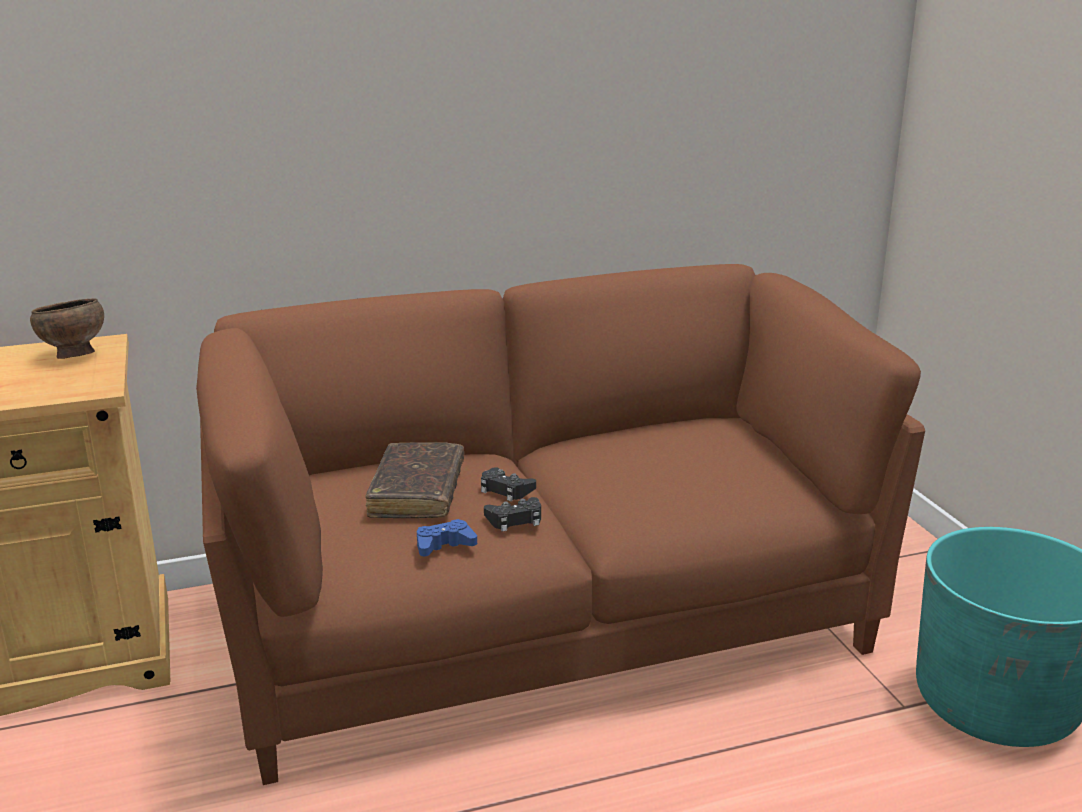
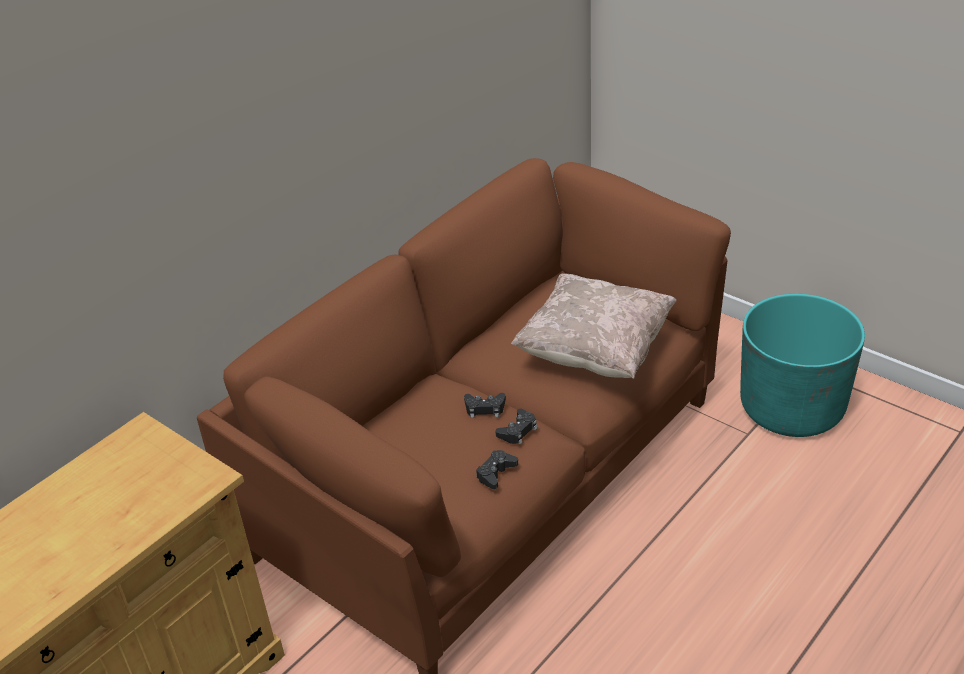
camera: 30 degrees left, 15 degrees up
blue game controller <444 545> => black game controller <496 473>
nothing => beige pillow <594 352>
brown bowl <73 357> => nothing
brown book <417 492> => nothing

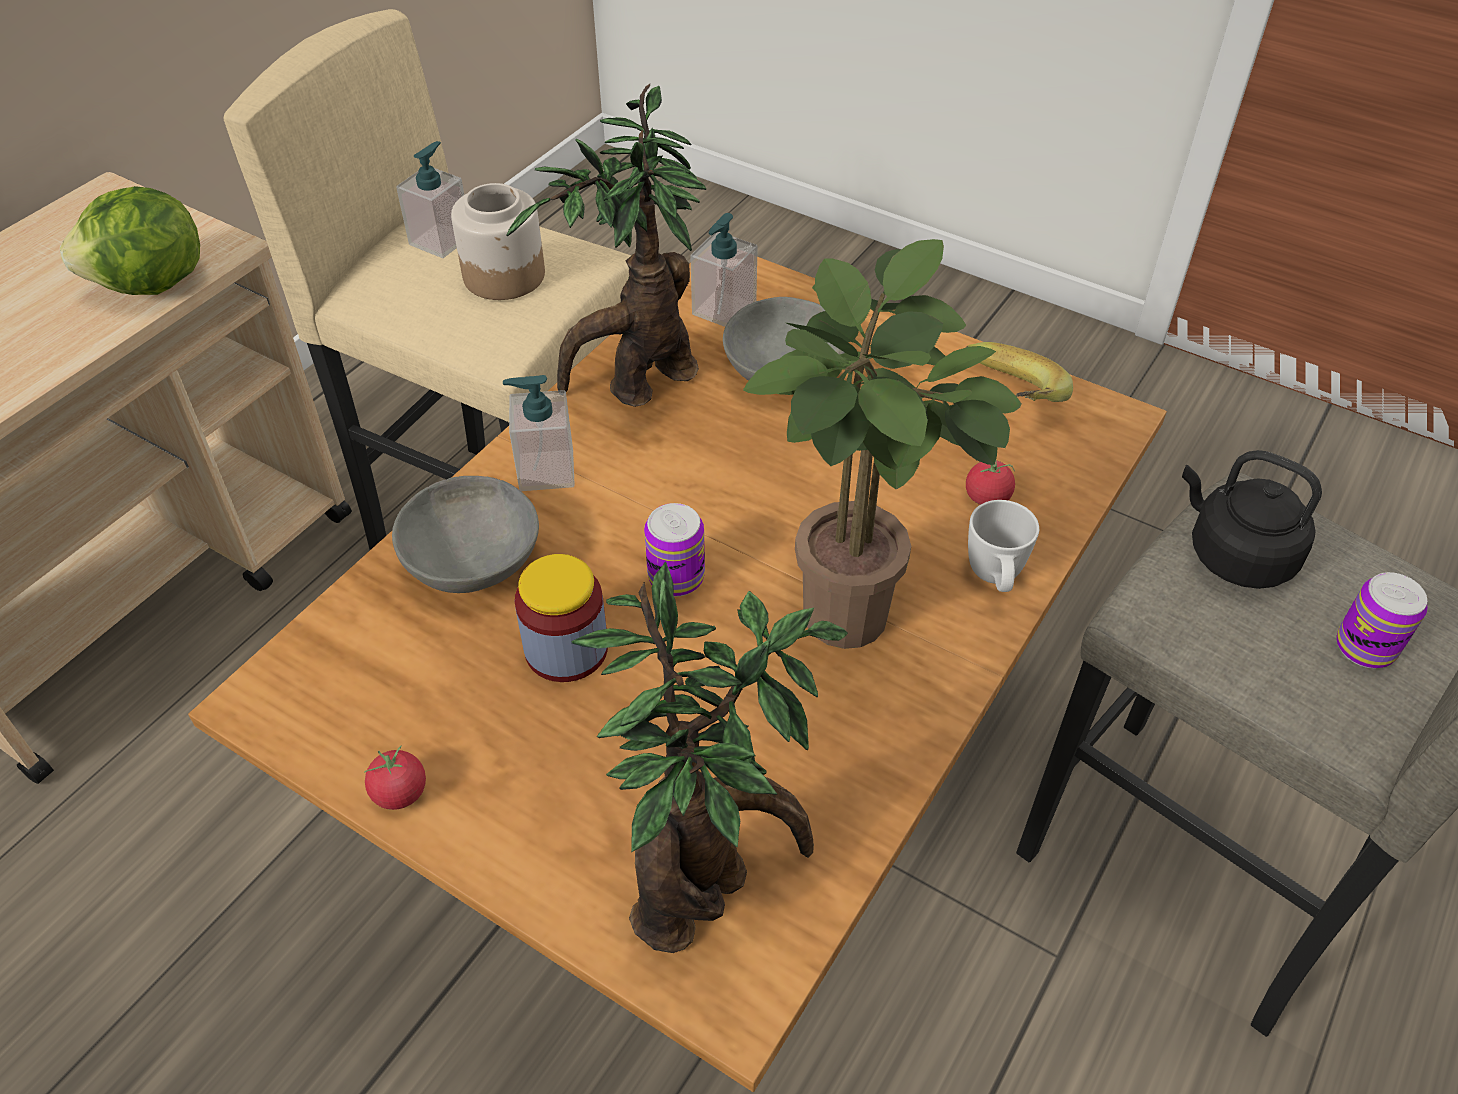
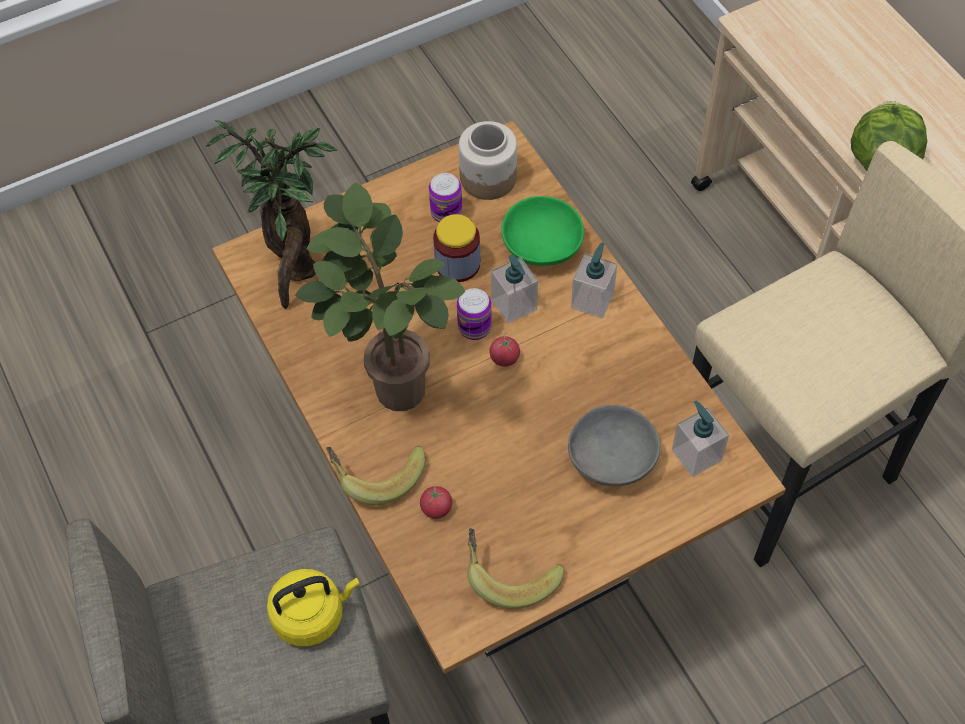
camera: 120 degrees right, 10 degrees up
black kettle <1234 555> => yellow kettle <312 615>
white mug <995 580> => banana <376 473>
can <1365 647> => can <446 212>, move
jar <505 275> => jar <488 178>, move
tomato <400 792> => tomato <504 358>, move
soap dispenser <440 240> => soap dispenser <514 305>, move
grey bowl <474 561> => green bowl <541 247>
potted plant <639 384> => nothing

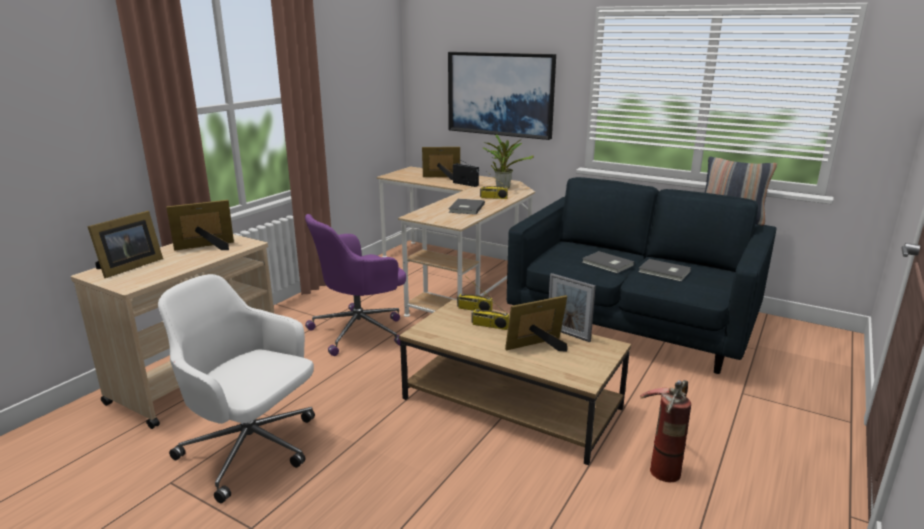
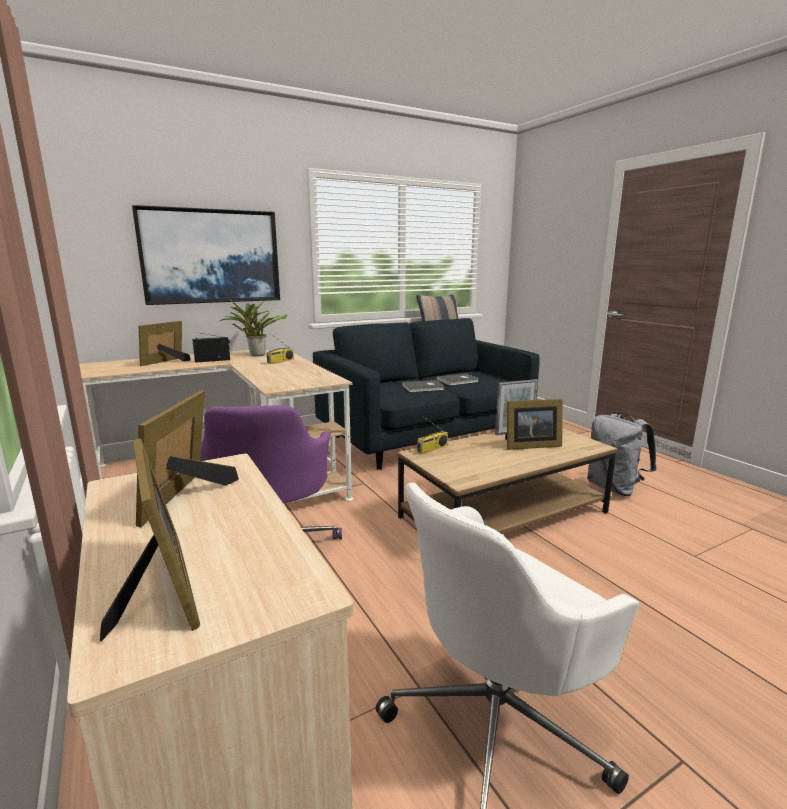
camera: 60 degrees left, 5 degrees down
picture frame <538 347> => picture frame <529 445>, 105 degrees counterclockwise
fire extinguisher <663 464> => grey backpack <614 488>
grey book <465 208> => nothing
radio <489 326> => nothing

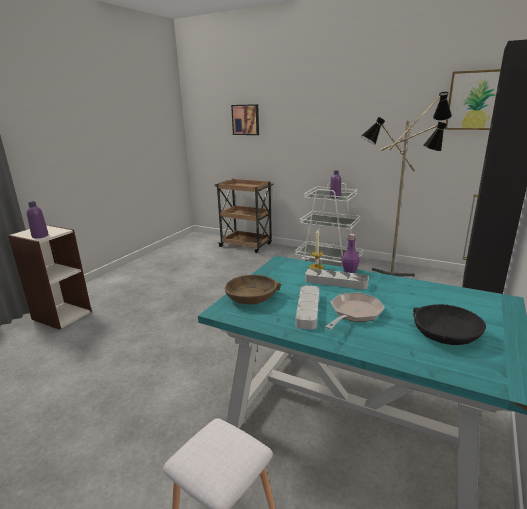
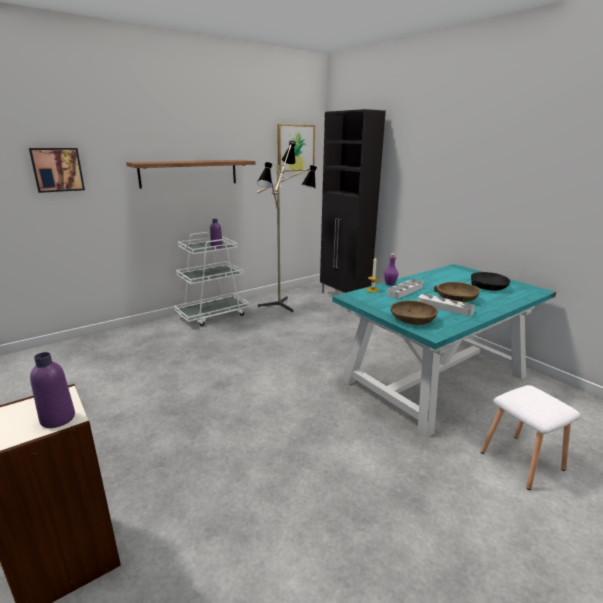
camera: 65 degrees left, 0 degrees up
nothing => shelf <189 173>
frying pan <354 313> => brown bowl <456 298>
brown cart <246 245> => nothing

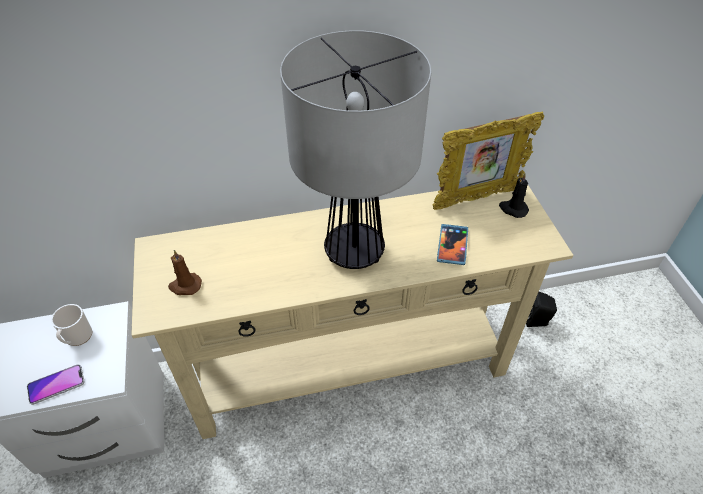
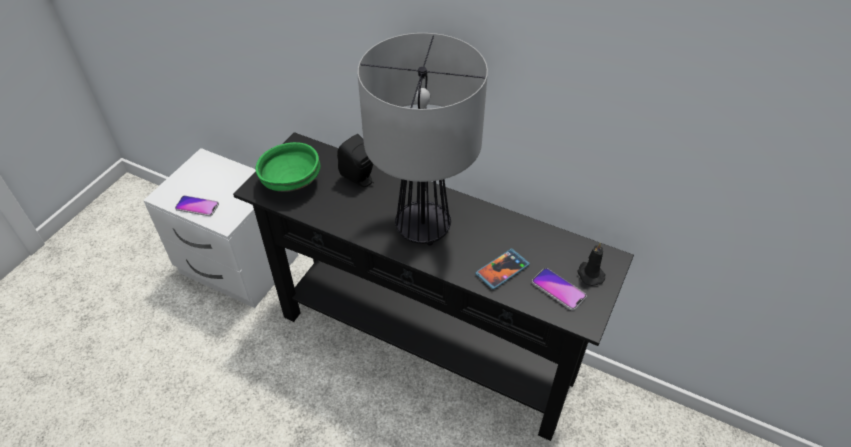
camera: 40 degrees right, 0 degrees up
beige console table <351 371> => black console table <426 345>
brown candle <185 286> => green bowl <291 182>
black speaker <537 321> => black speaker <360 179>, move
nothing => phone <558 289>
mug <77 338> => nothing
picture frame <476 198> => nothing

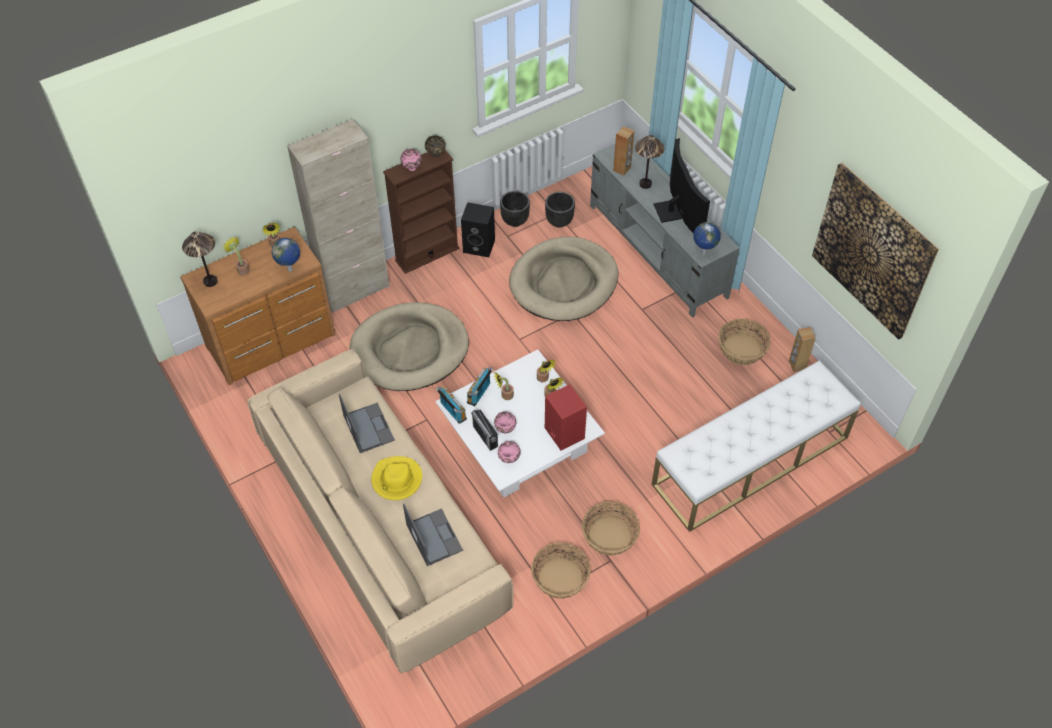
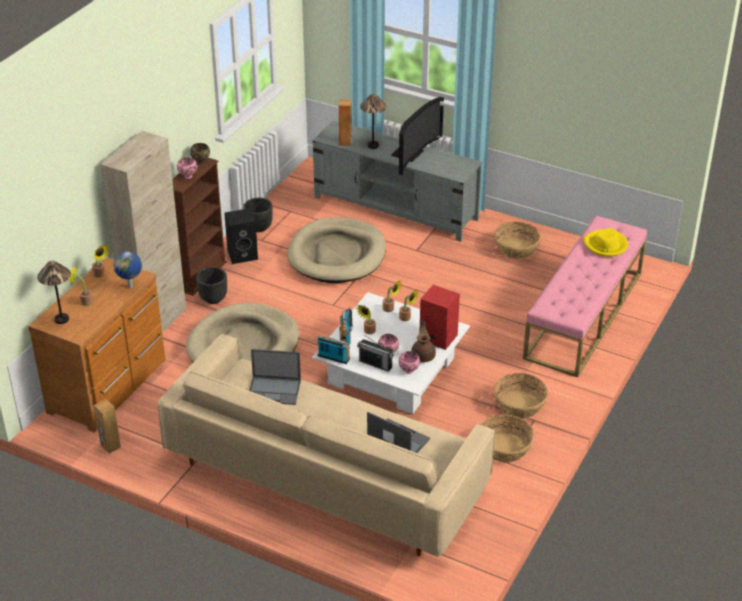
camera: 30 degrees left, 15 degrees down
brown speaker <796 365> => brown speaker <110 446>, move
black planter <559 221> => black planter <213 298>, move
laptop <368 427> => laptop <275 390>, 150 degrees clockwise
television <675 210> => television <411 154>, 75 degrees clockwise
nothing => brown teapot <423 355>
white bench <750 461> => pink bench <584 315>
yellow hat <396 480> => yellow hat <605 245>, move
globe <703 253> => nothing
picture <872 251> => nothing

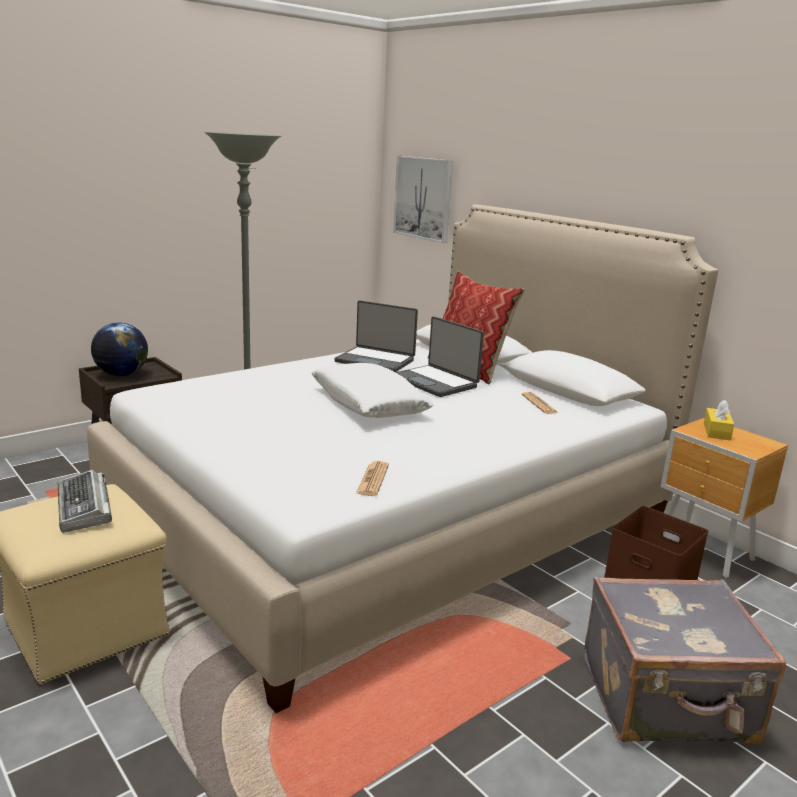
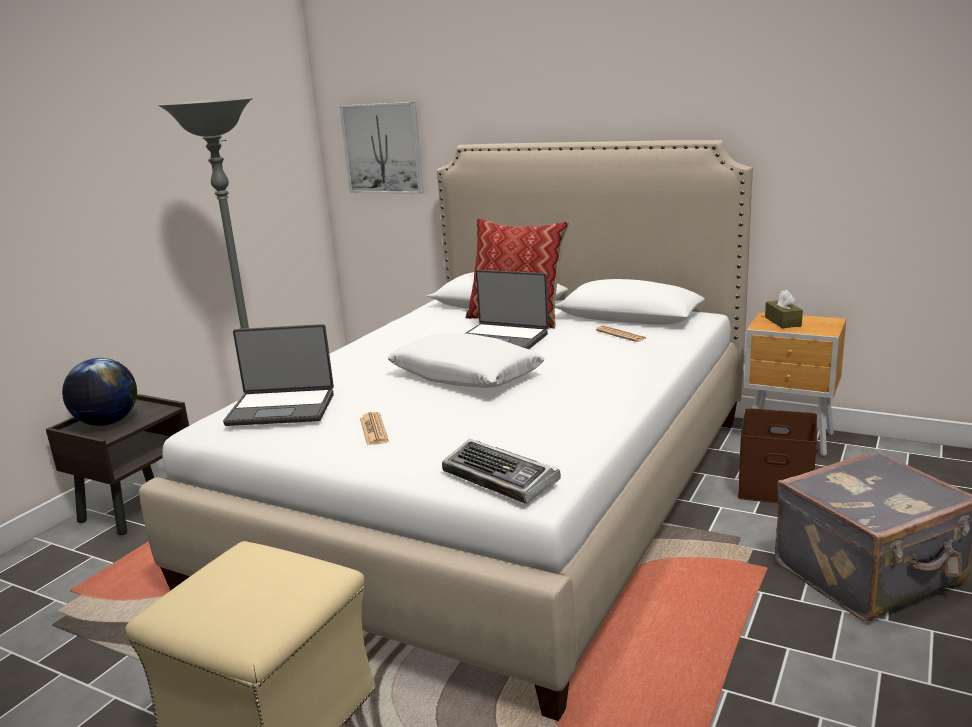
camera: 20 degrees left, 0 degrees up
laptop <375 360> => laptop <282 408>, move
newspaper <372 479> => newspaper <373 430>, move
keyboard <84 508> => keyboard <501 478>, move
yellow tissue box <716 431> => brown tissue box <782 321>

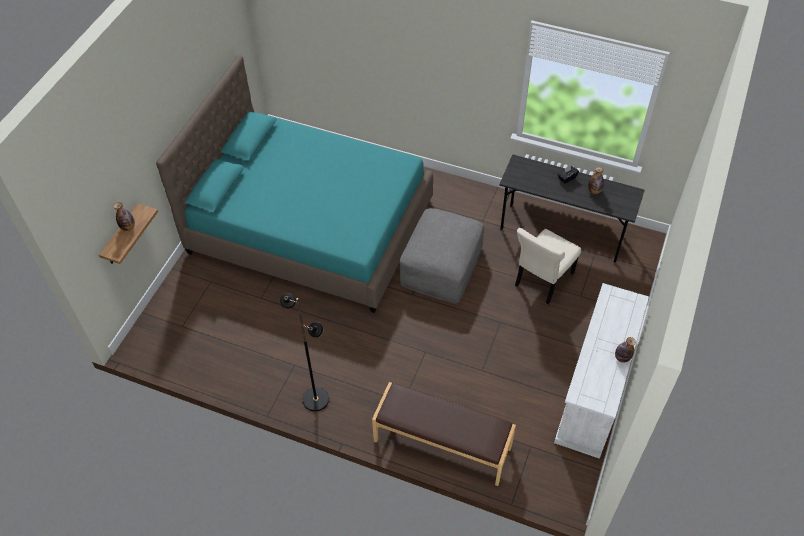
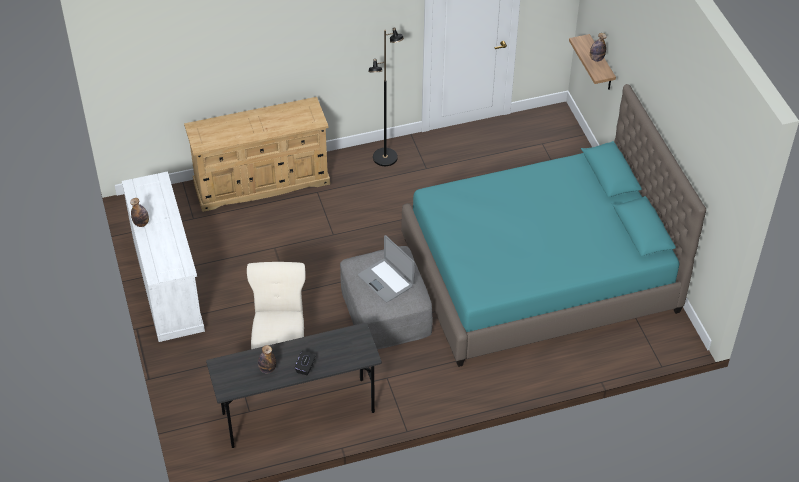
camera: 140 degrees right, 5 degrees down
brown bench <442 445> => beige dresser <262 182>
nothing => laptop <386 280>

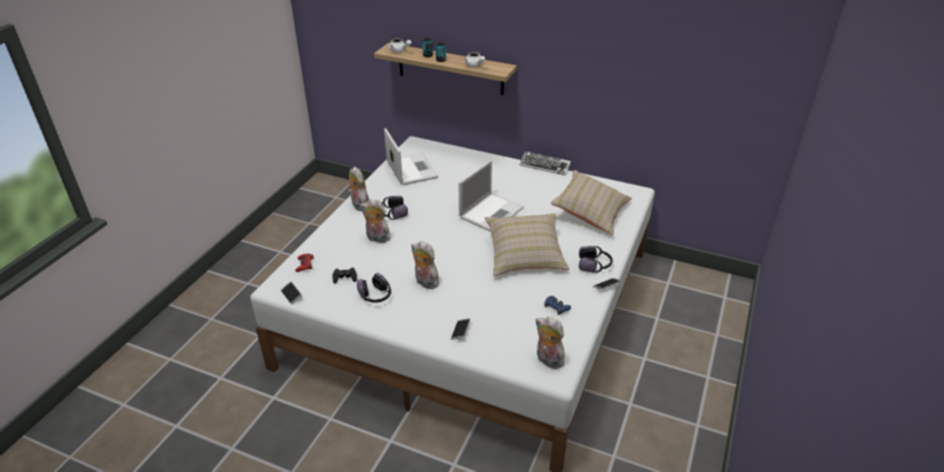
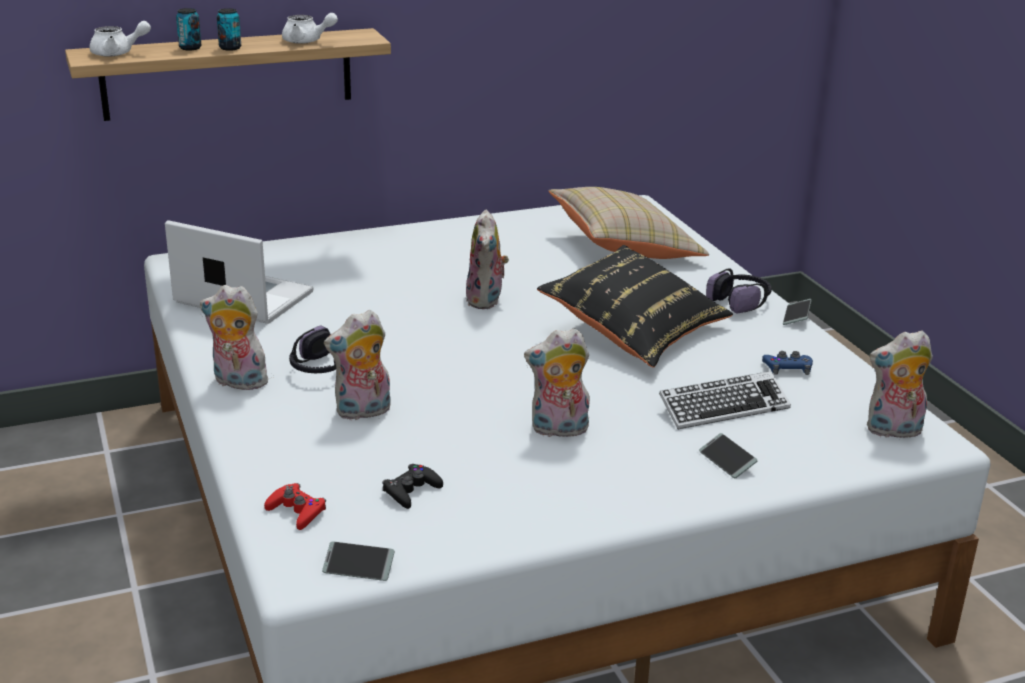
camera: 45 degrees left, 10 degrees down
laptop <491 212> => plush toy <486 300>
beige pillow <524 255> => black pillow <634 330>
keyboard <544 166> => keyboard <723 407>, move
headphones <375 296> => nothing

